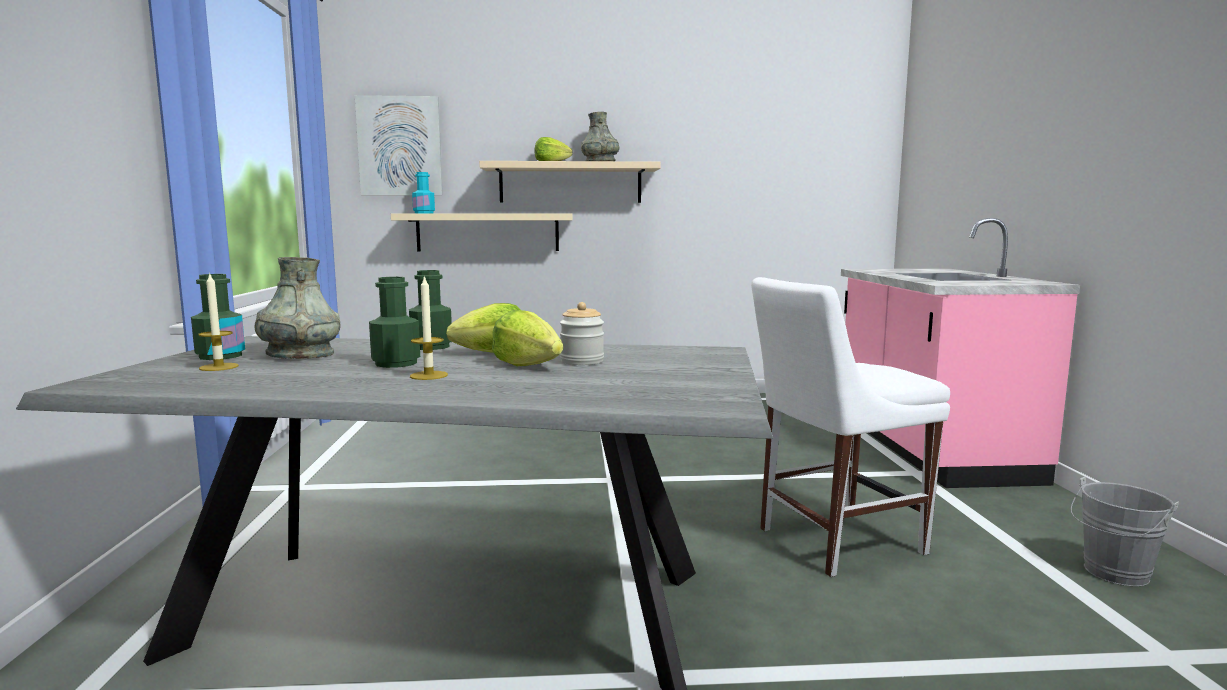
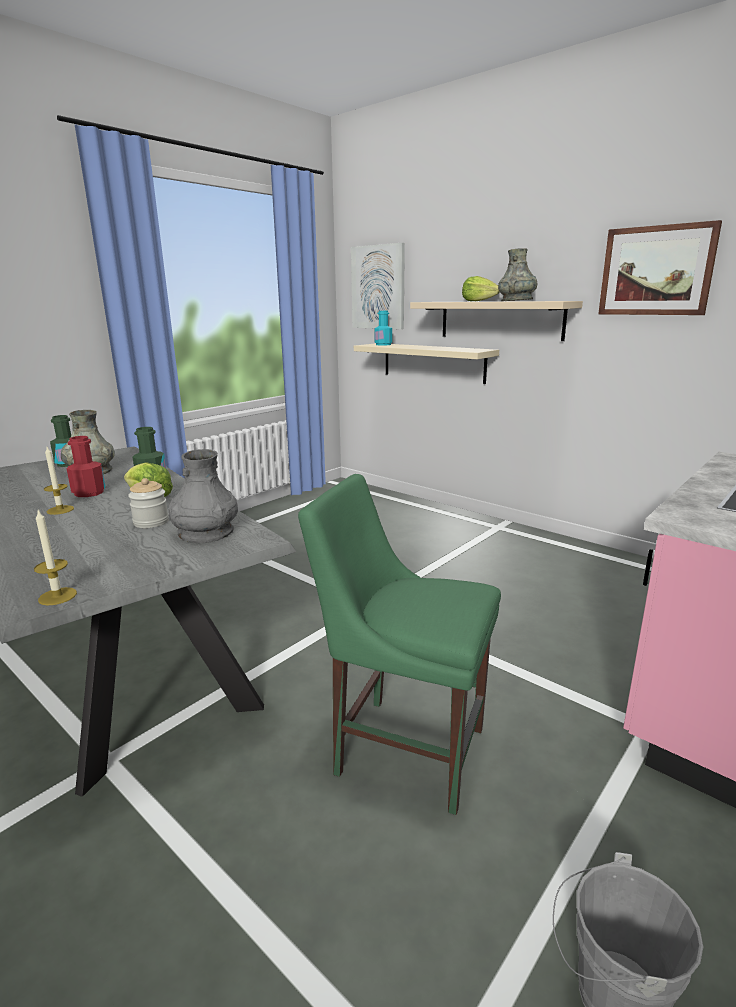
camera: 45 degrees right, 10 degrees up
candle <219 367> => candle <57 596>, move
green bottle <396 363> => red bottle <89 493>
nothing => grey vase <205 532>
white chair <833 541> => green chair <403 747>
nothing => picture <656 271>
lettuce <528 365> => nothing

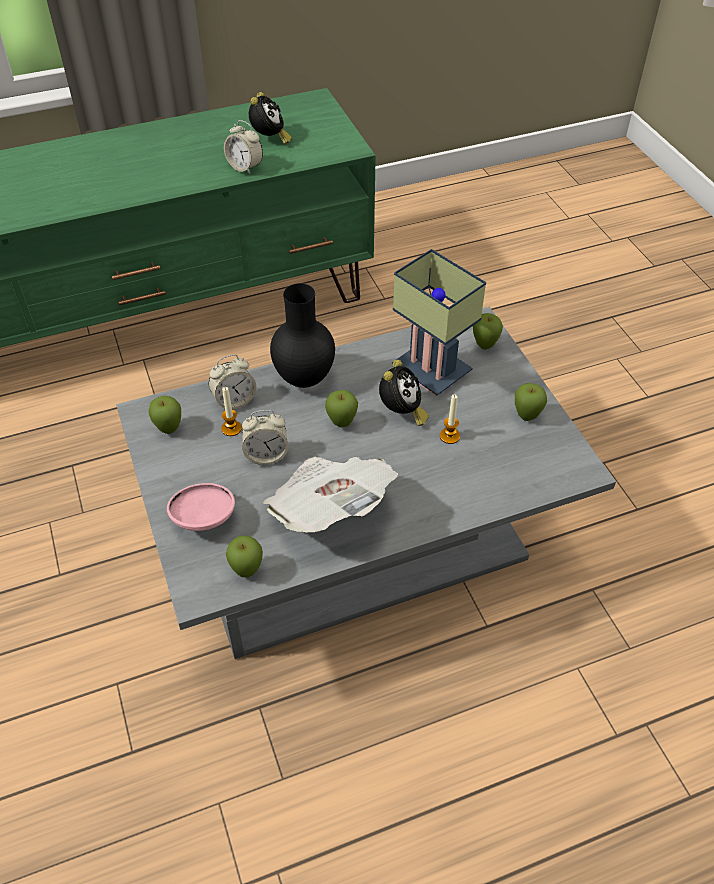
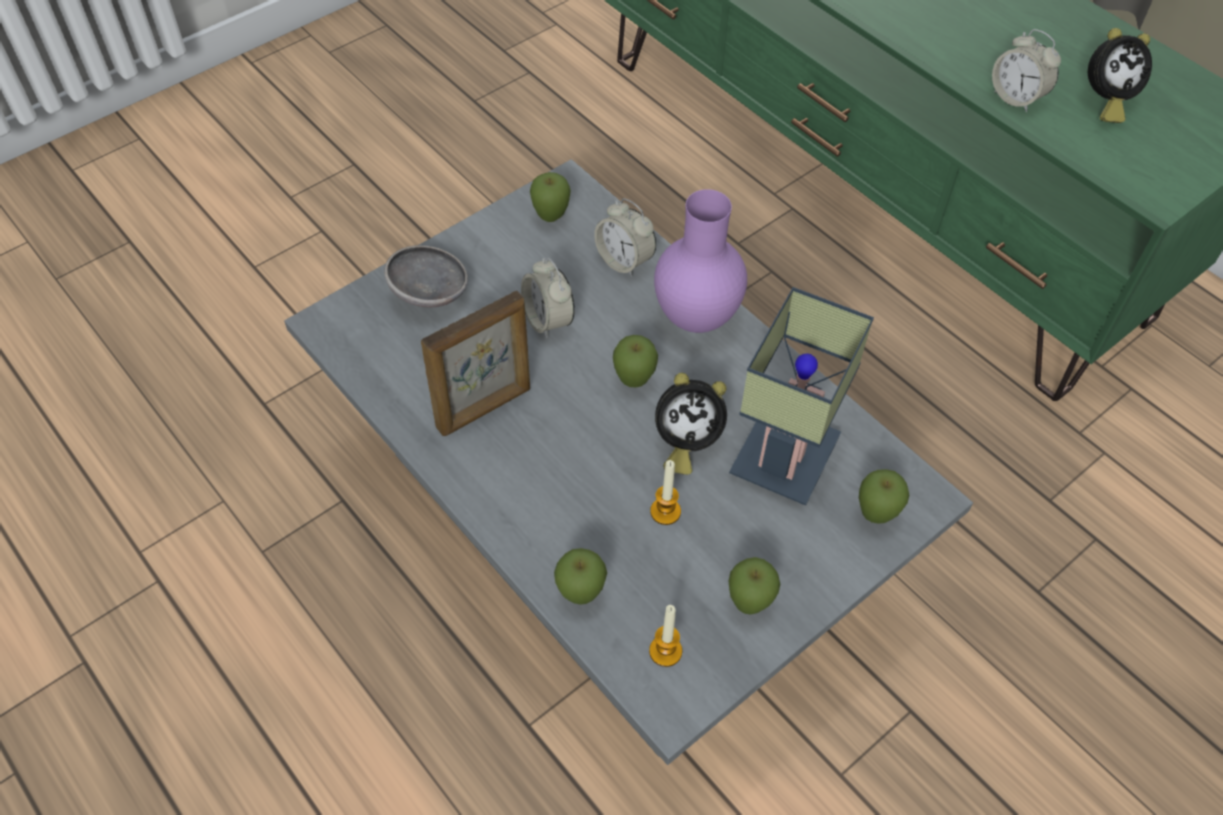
camera: 70 degrees right, 5 degrees up
pink bowl <204 518> => grey bowl <431 293>
newspaper <329 509> => picture frame <485 409>
apple <247 571> => apple <580 594>, move
candle <231 428> => candle <665 651>, move
black vase <306 379> => purple vase <697 320>
alarm clock <245 167> => alarm clock <1016 98>, 60 degrees counterclockwise

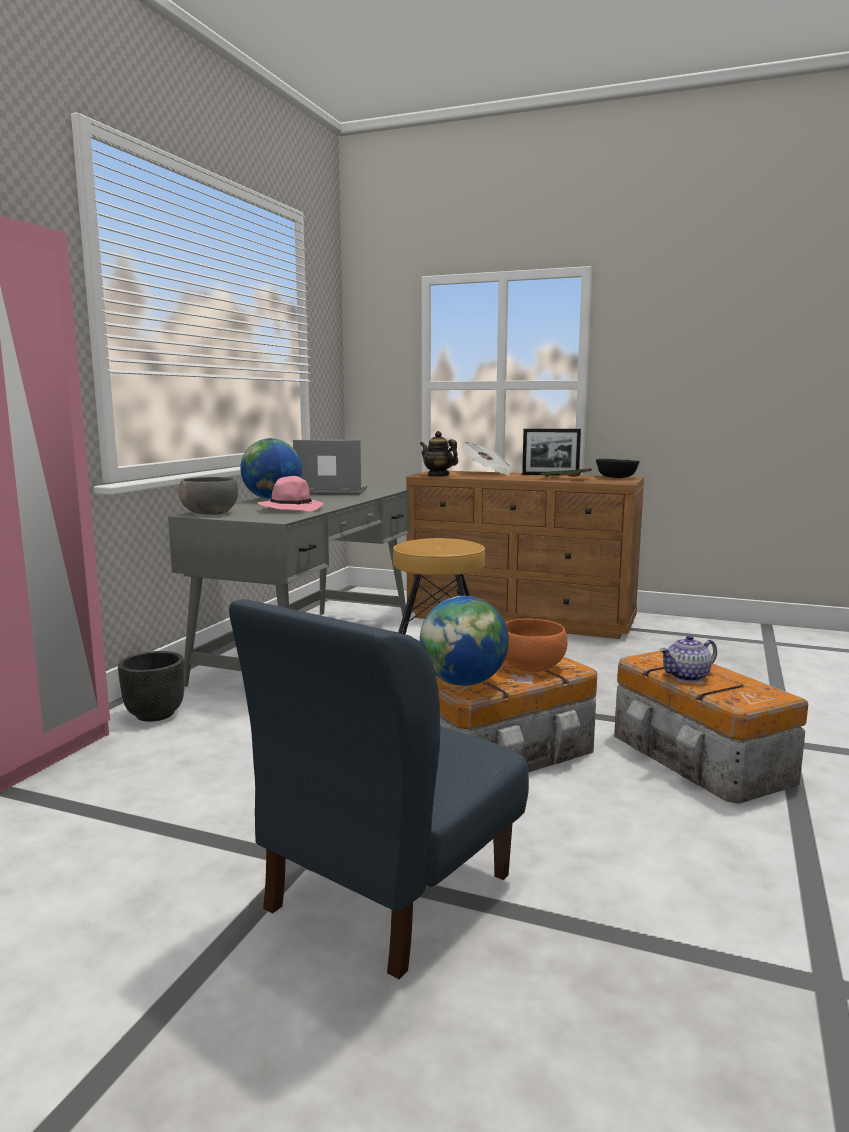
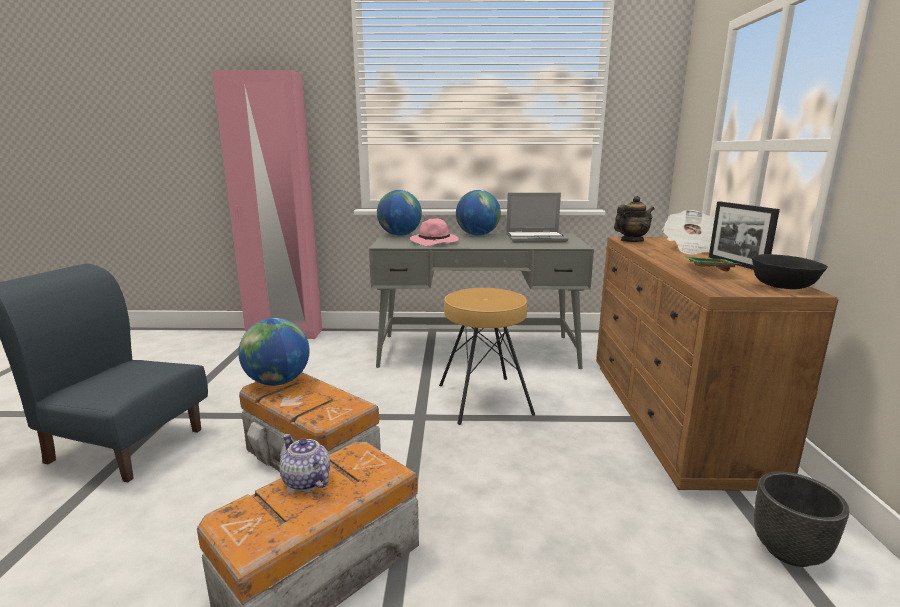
camera: 70 degrees right, 5 degrees up
grey bowl <209 513> => globe <399 235>
laptop <330 492> => laptop <536 238>, 105 degrees clockwise
teapot <438 475> => teapot <631 241>, 45 degrees clockwise
black planter <154 714> => black planter <788 550>, move
orange bowl <531 666> => nothing

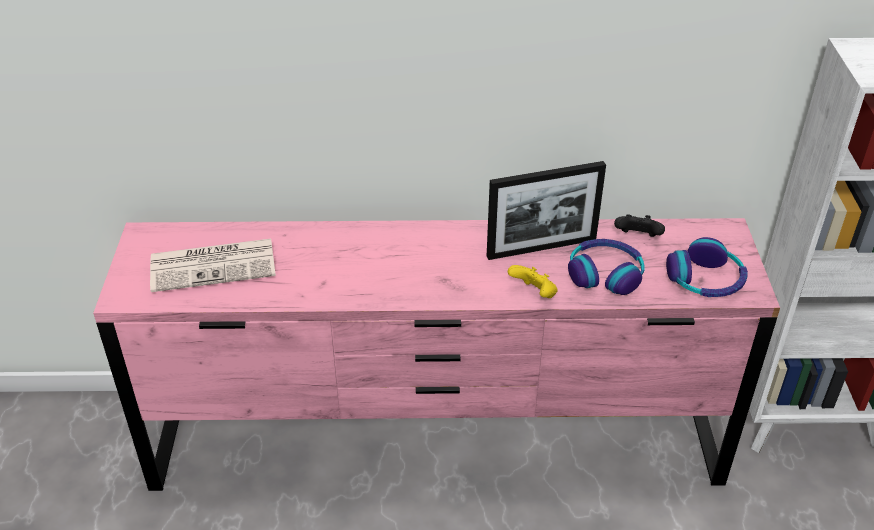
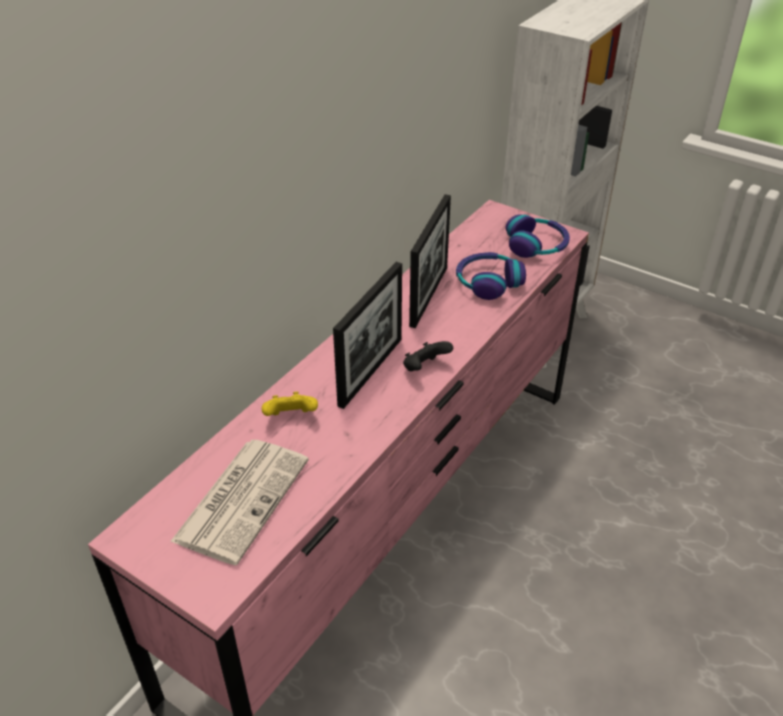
camera: 55 degrees left, 0 degrees up
yellow game controller <534 294> => yellow game controller <291 417>, move
nothing => picture frame <370 371>
black game controller <637 238> => black game controller <425 368>, move

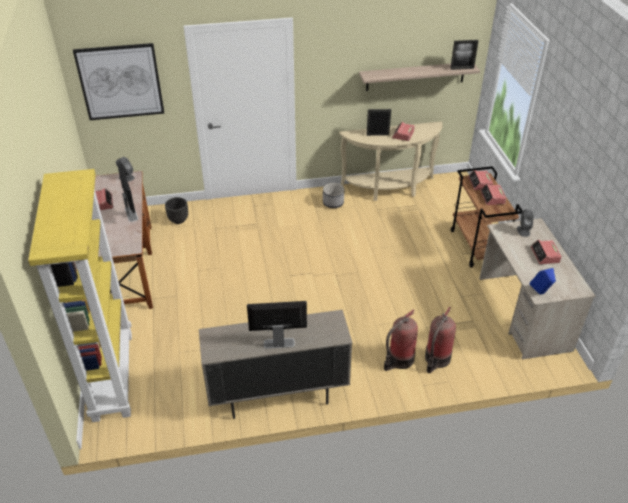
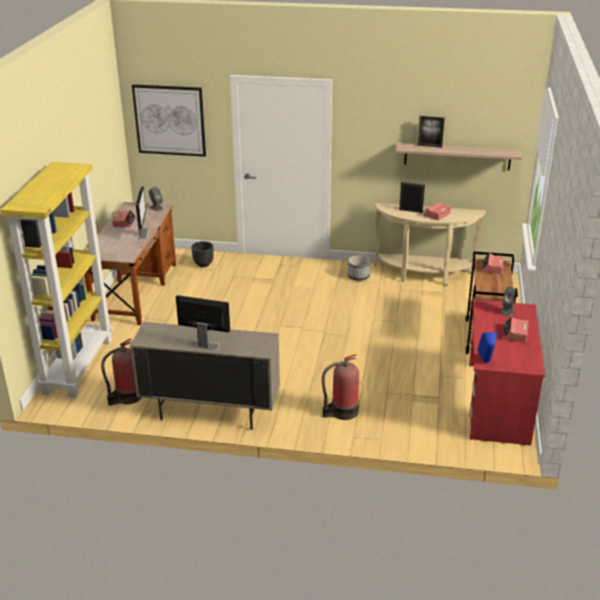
camera: 20 degrees right, 10 degrees down
fire extinguisher <436 359> => fire extinguisher <127 397>, move
picture frame <462 68> => picture frame <429 146>, move
beige desk <523 313> => red desk <497 403>
alarm clock <492 198> => nothing

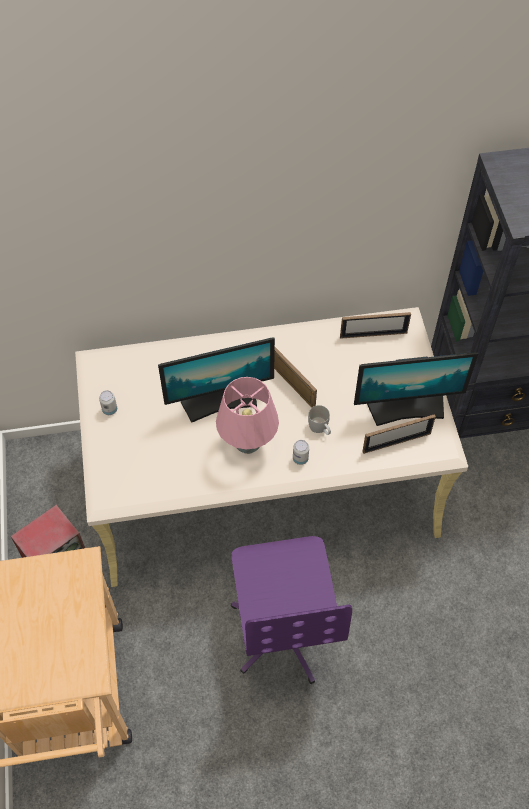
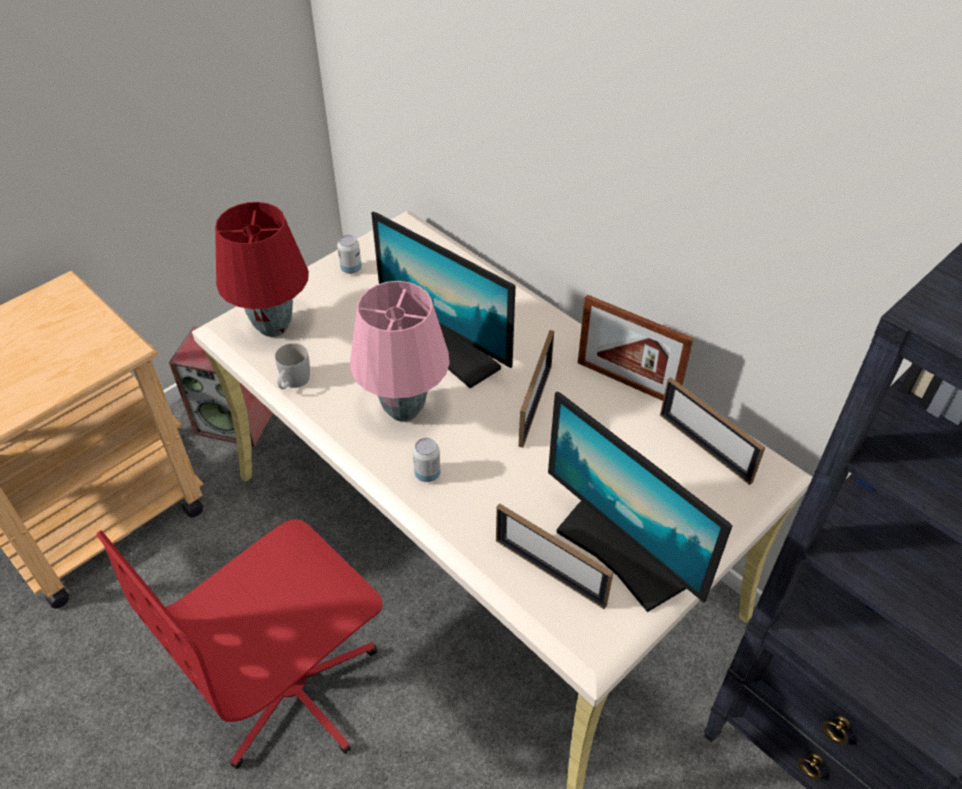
camera: 55 degrees right, 10 degrees down
purple office chair <285 630> => red office chair <293 688>
nothing => red table lamp <275 327>
white mug <320 428> => white mug <293 382>, move
nothing => picture frame <626 383>

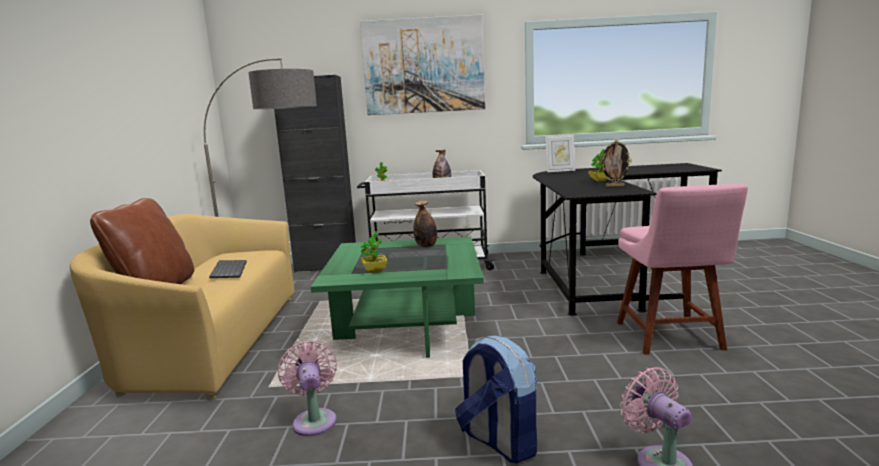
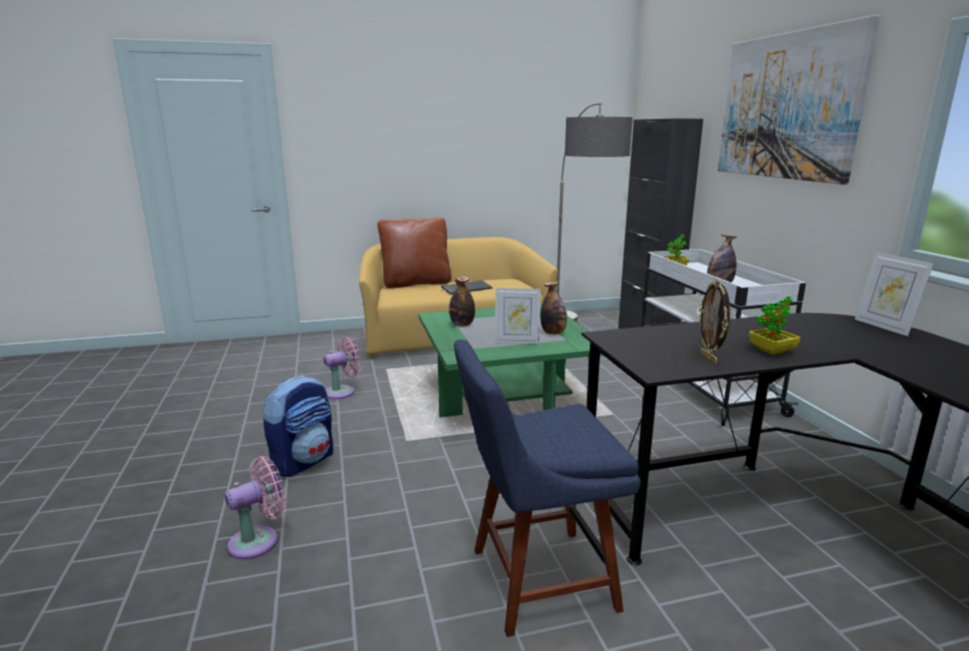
camera: 75 degrees right, 5 degrees up
potted plant <375 270> => bottle <462 325>
pink chair <670 338> => blue chair <535 580>
nothing => picture frame <516 342>

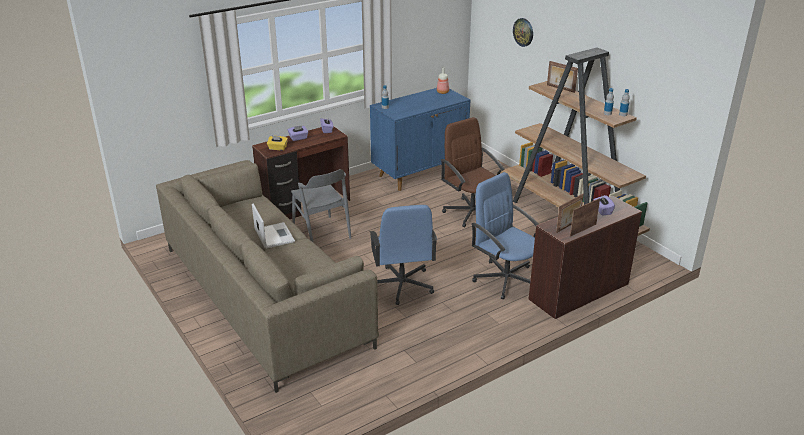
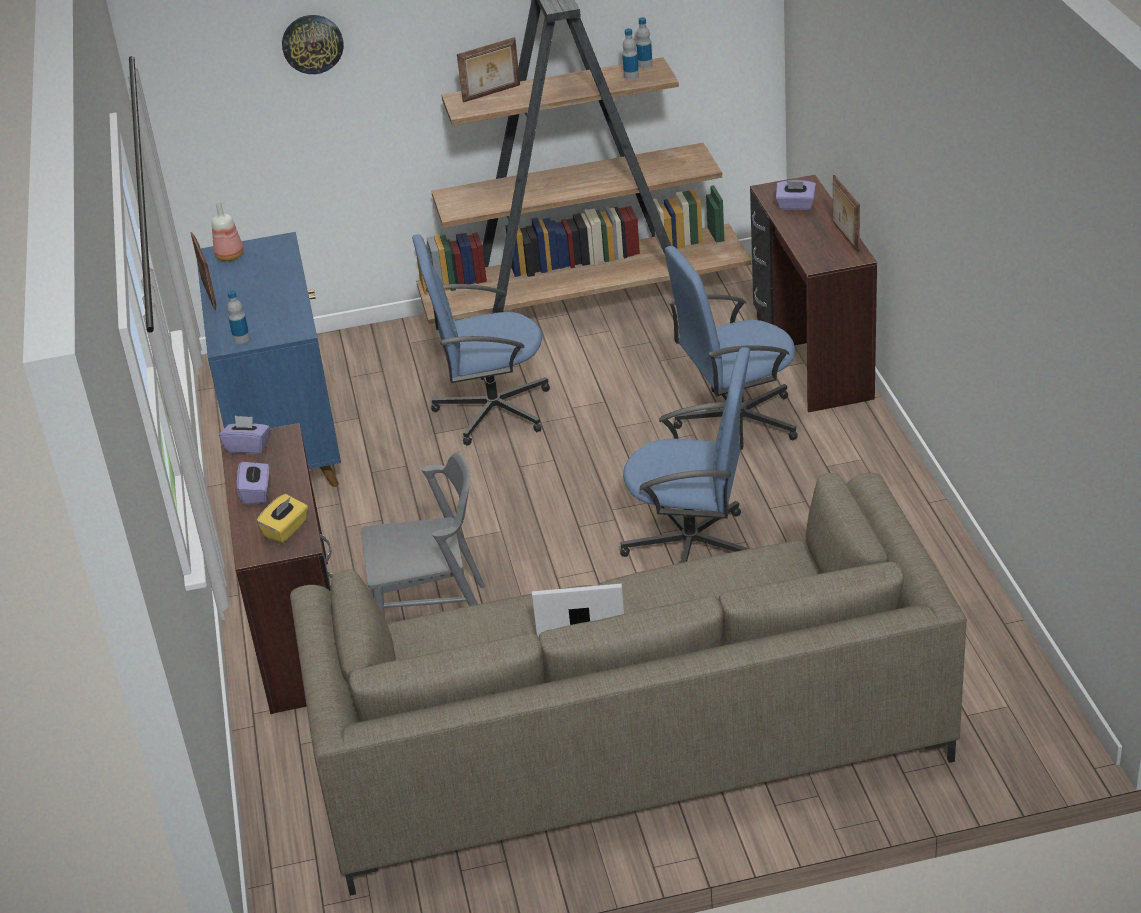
camera: 65 degrees left, 5 degrees up
picture frame <568 226> => picture frame <209 294>, move
brown office chair <471 212> => blue office chair <491 410>

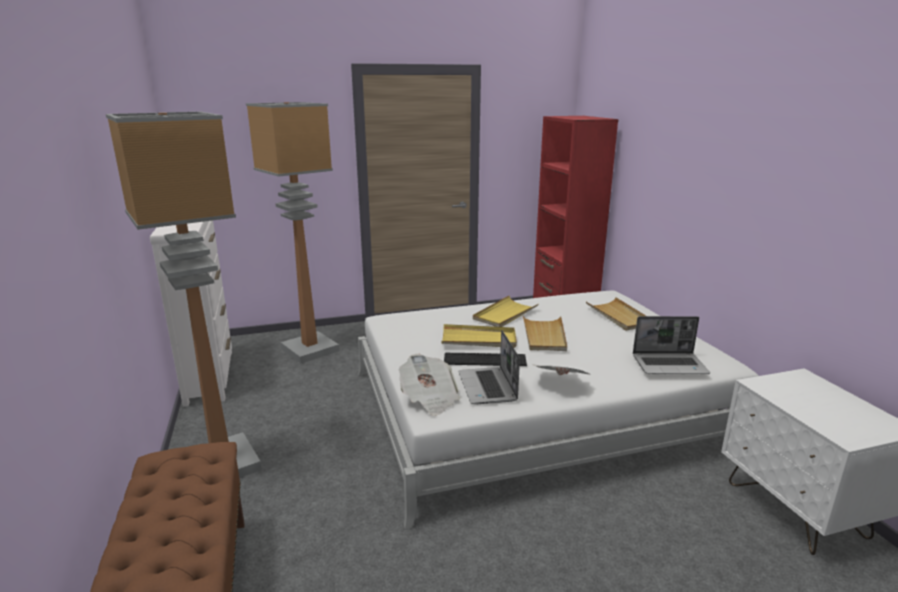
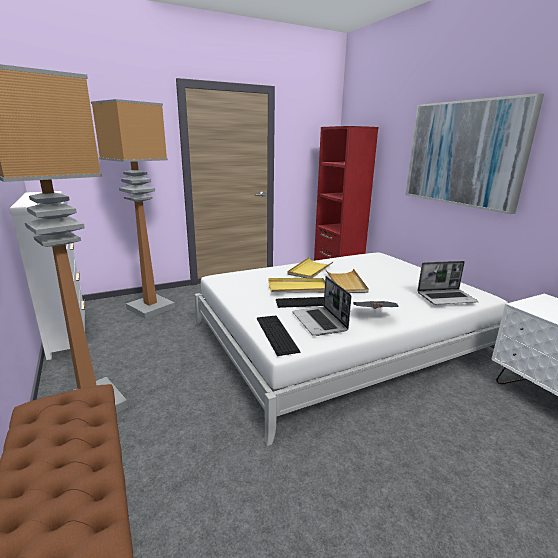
camera: 10 degrees left, 0 degrees up
newspaper <429 399> => keyboard <276 334>
nothing => picture <464 153>
beige tray <619 316> => nothing

